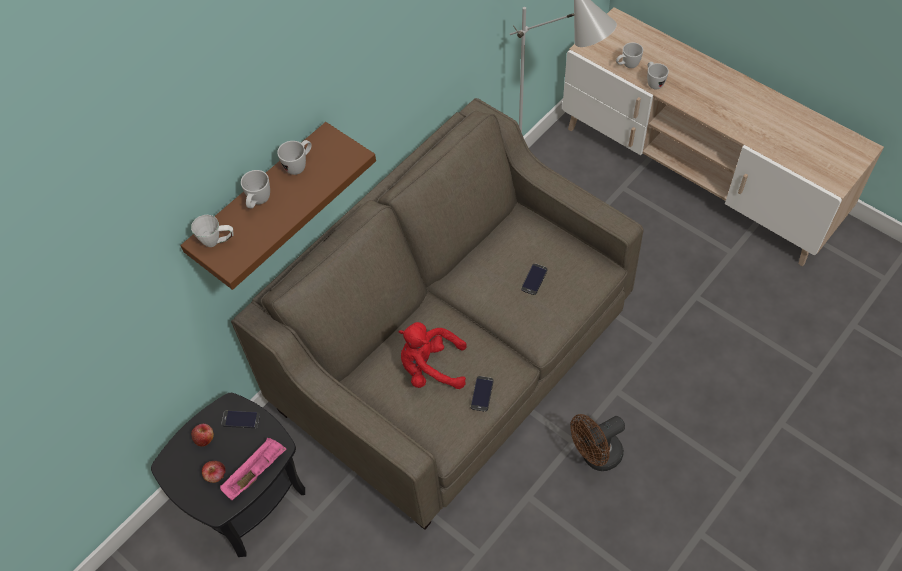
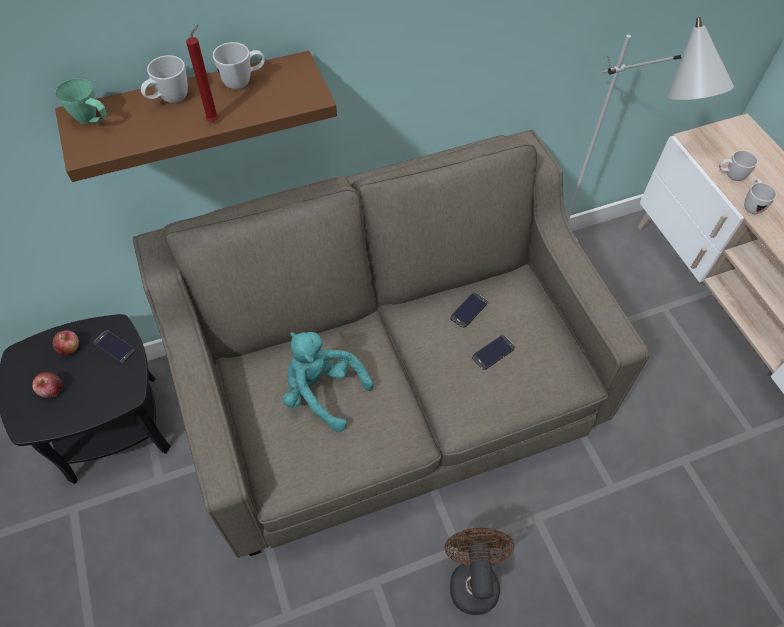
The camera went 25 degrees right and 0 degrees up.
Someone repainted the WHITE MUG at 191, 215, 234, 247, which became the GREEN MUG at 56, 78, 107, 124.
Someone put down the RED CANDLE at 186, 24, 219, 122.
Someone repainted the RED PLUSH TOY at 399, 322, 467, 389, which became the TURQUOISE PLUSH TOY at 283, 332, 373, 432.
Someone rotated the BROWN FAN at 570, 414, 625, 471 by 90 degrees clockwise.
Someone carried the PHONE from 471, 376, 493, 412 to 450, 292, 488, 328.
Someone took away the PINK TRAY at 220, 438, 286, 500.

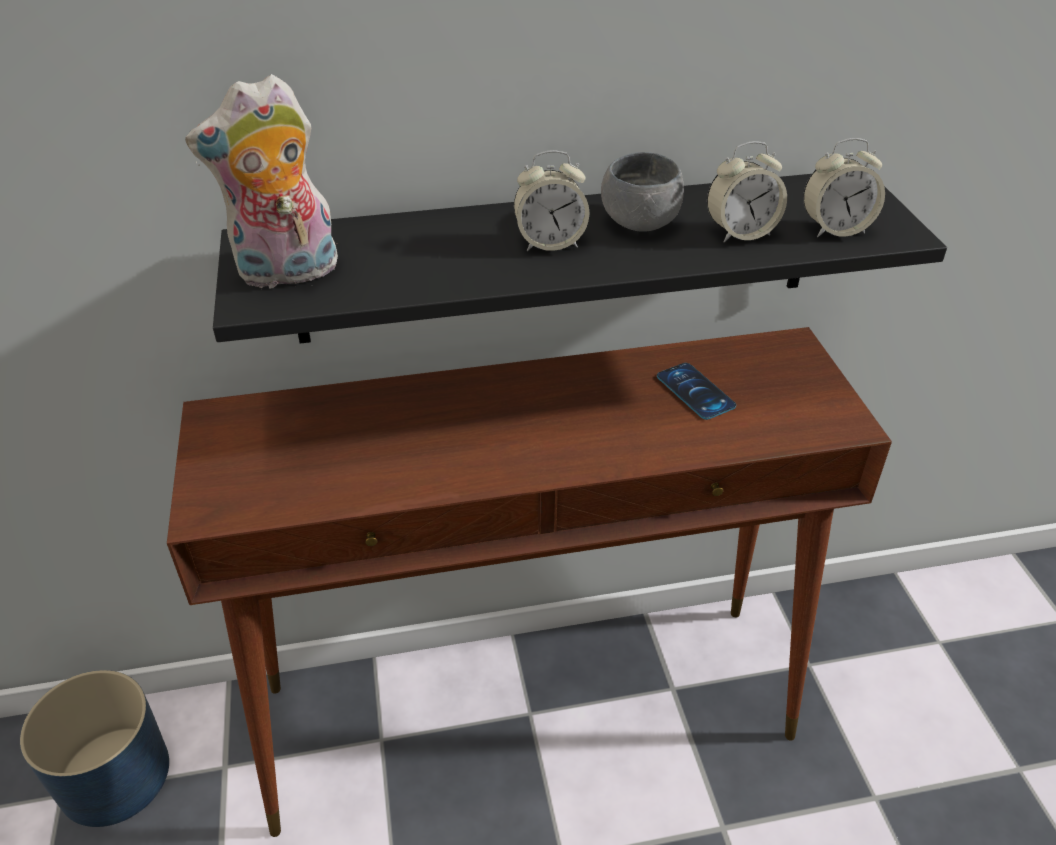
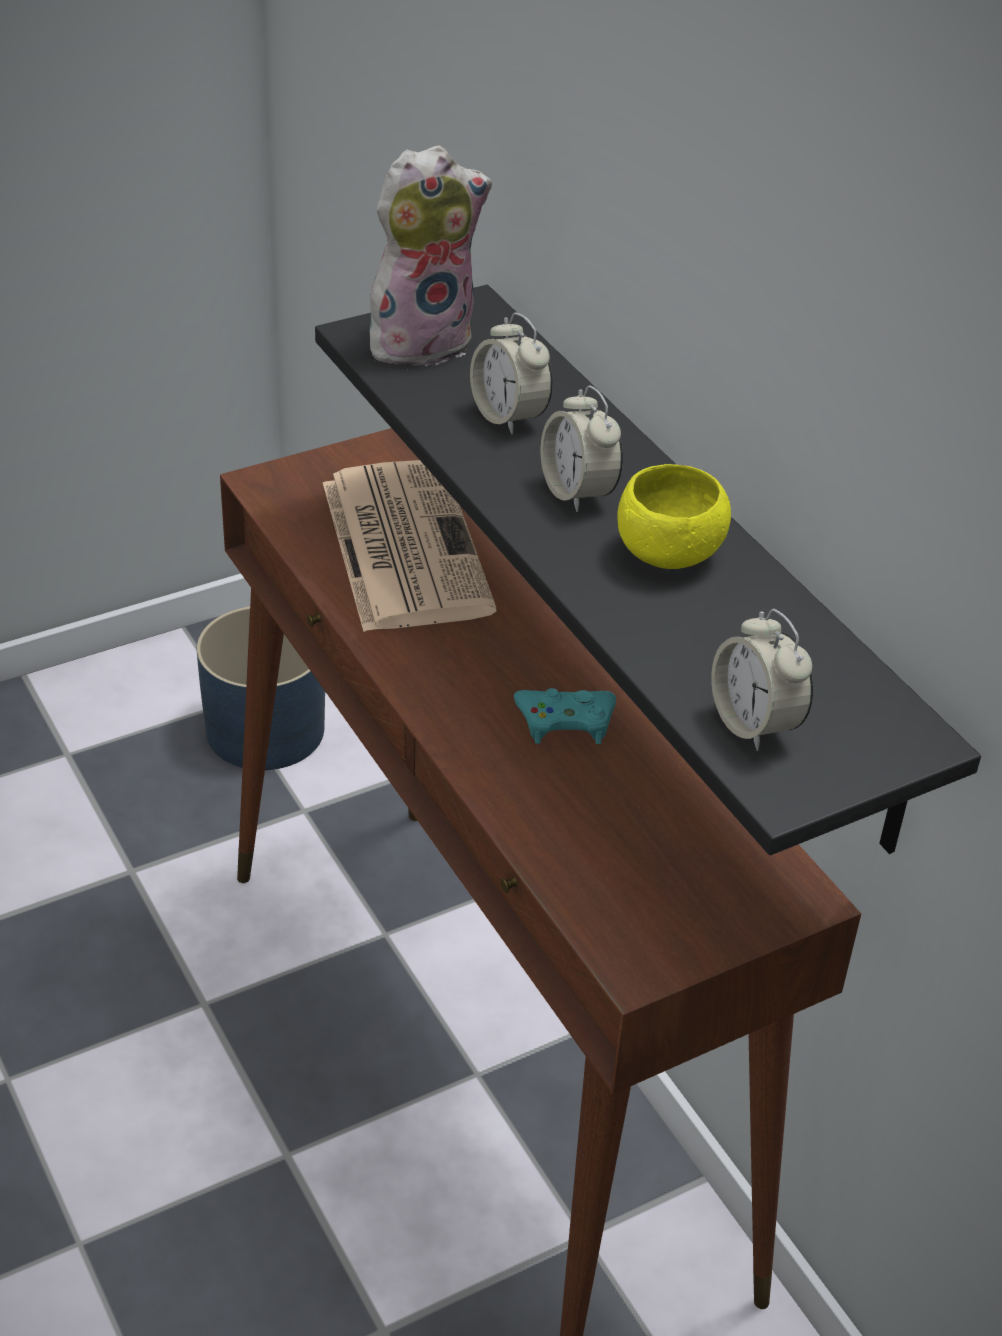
The camera went 70 degrees right and 0 degrees up.
Someone put down the NEWSPAPER at 323, 460, 497, 632.
Someone rotated the PLUSH TOY at 185, 74, 338, 290 by 105 degrees clockwise.
Someone carried the ALARM CLOCK from 707, 141, 787, 243 to 470, 312, 553, 434.
Someone put down the TURQUOISE GAME CONTROLLER at 514, 688, 616, 744.
Someone repainted the GREY BOWL at 601, 152, 684, 232, which became the YELLOW BOWL at 617, 464, 731, 569.
Someone took away the PHONE at 657, 363, 736, 420.

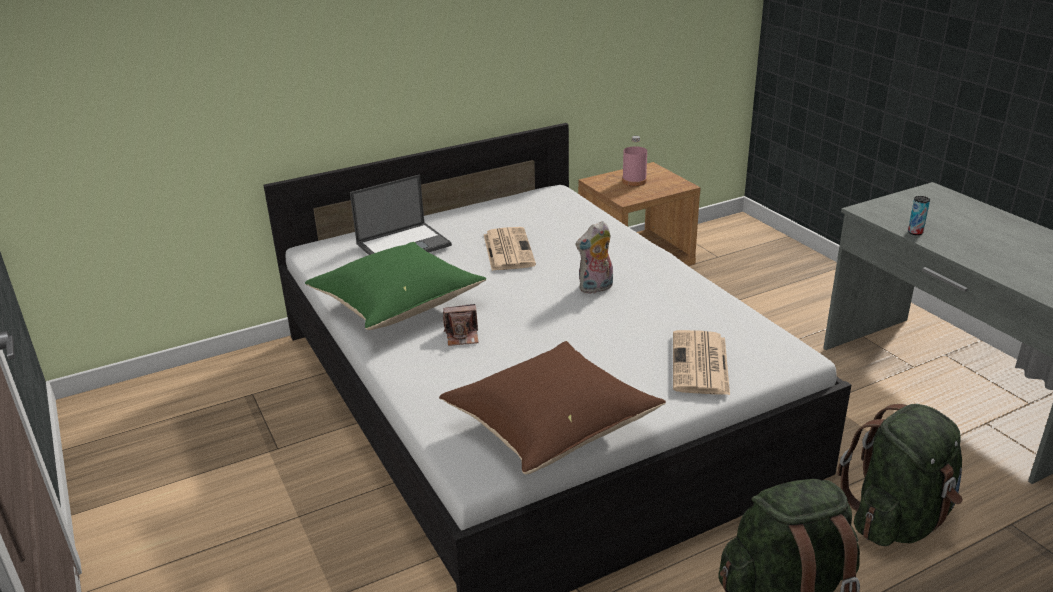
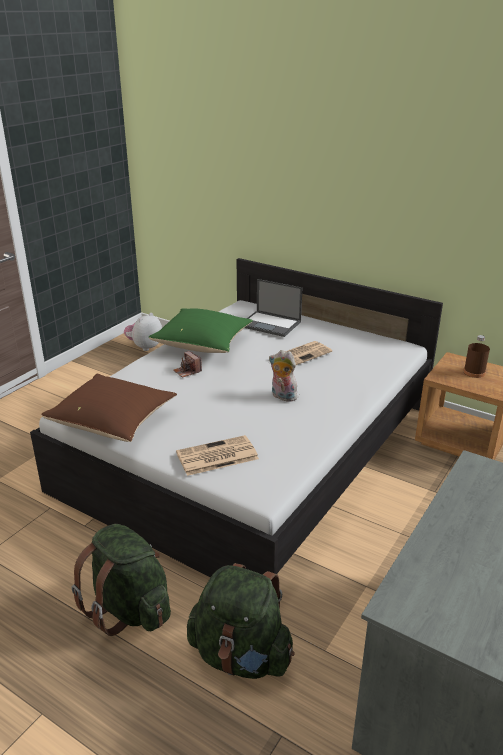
The camera went 60 degrees right and 0 degrees up.
Someone put down the PLUSH TOY at 124, 313, 162, 351.
Someone repainted the PINK BOTTLE at 622, 136, 647, 186, which became the BROWN BOTTLE at 464, 335, 490, 378.
Someone took away the CAN at 908, 196, 930, 235.

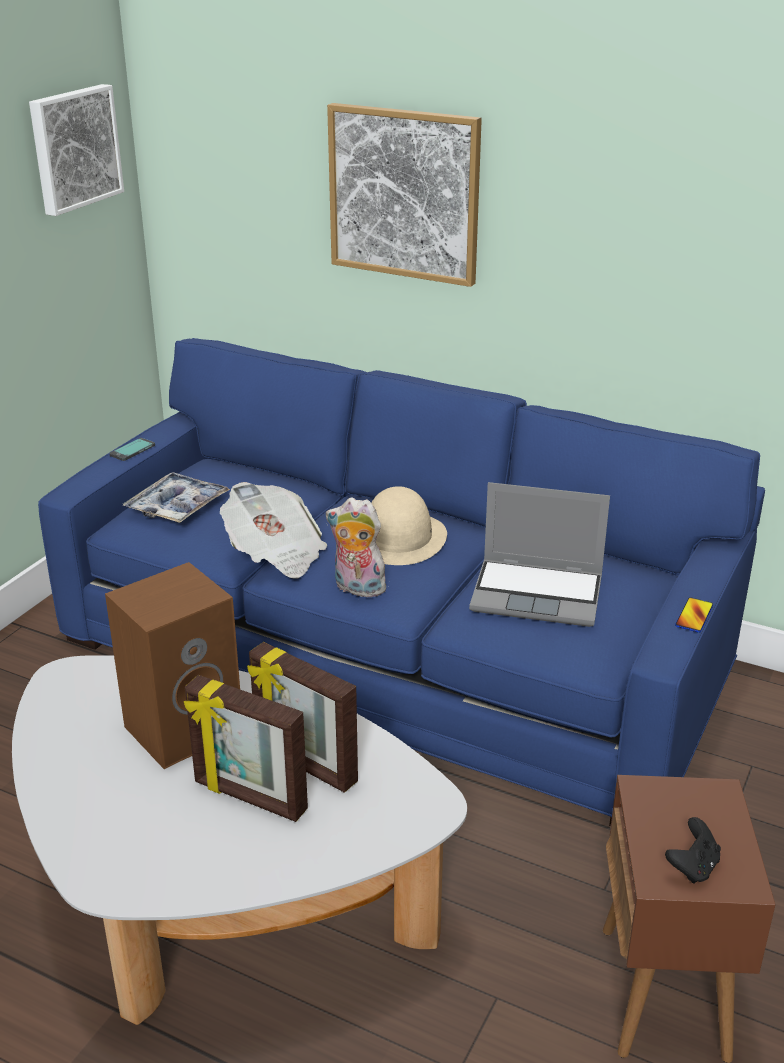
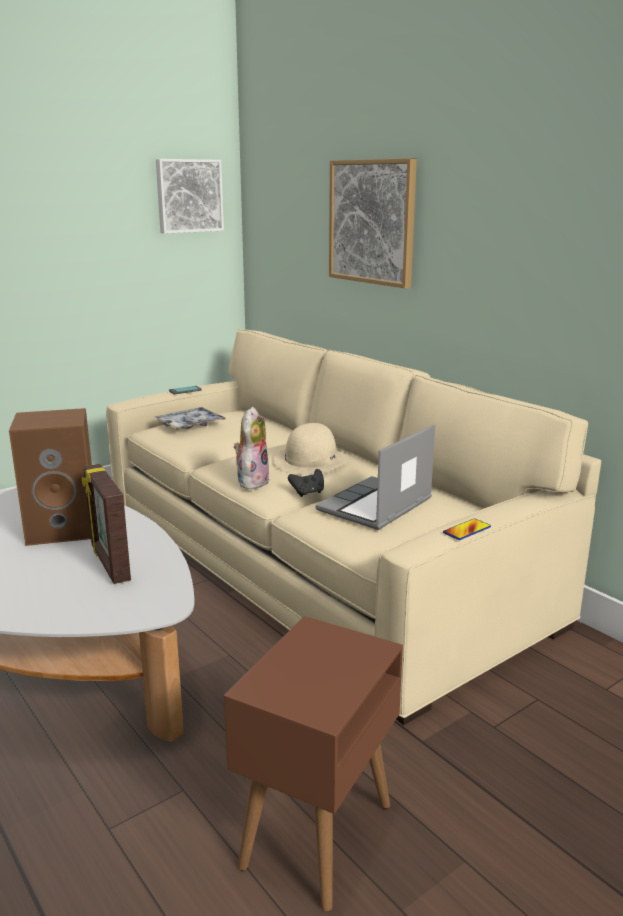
The camera went 25 degrees right and 10 degrees down.
Someone repainted the BLUE SOFA at 38, 338, 765, 826, which became the BEIGE SOFA at 106, 329, 601, 725.
Someone rotated the PLUSH TOY at 326, 498, 389, 597 by 60 degrees clockwise.
Someone carried the BLACK GAME CONTROLLER from 665, 817, 721, 884 to 288, 469, 324, 497.
Someone rotated the LAPTOP at 469, 482, 610, 627 by 90 degrees clockwise.
Someone took away the PICTURE FRAME at 184, 675, 308, 822.
Someone took away the NEWSPAPER at 220, 482, 327, 578.

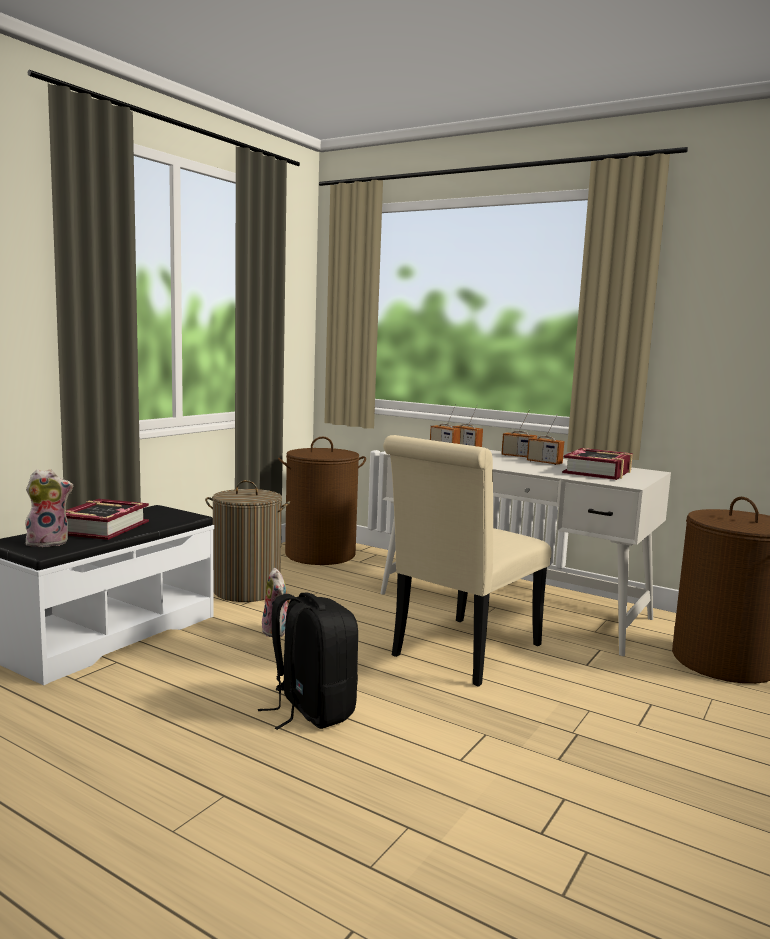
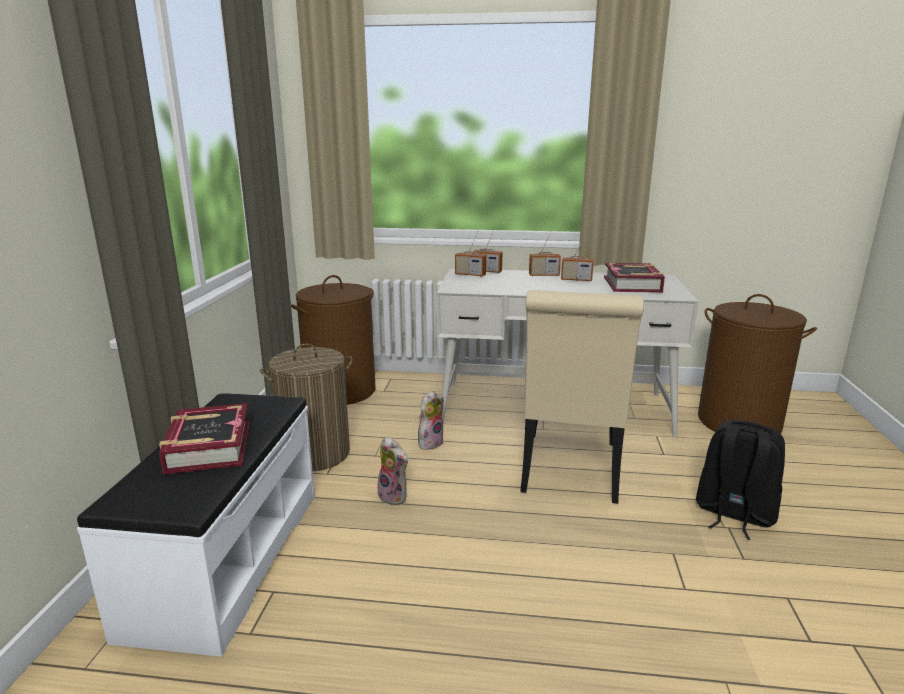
The camera went 25 degrees left and 10 degrees up.
Someone carried the PLUSH TOY from 25, 469, 73, 547 to 418, 391, 444, 451.
Someone carried the BLACK BACKPACK from 258, 592, 358, 730 to 696, 420, 785, 540.

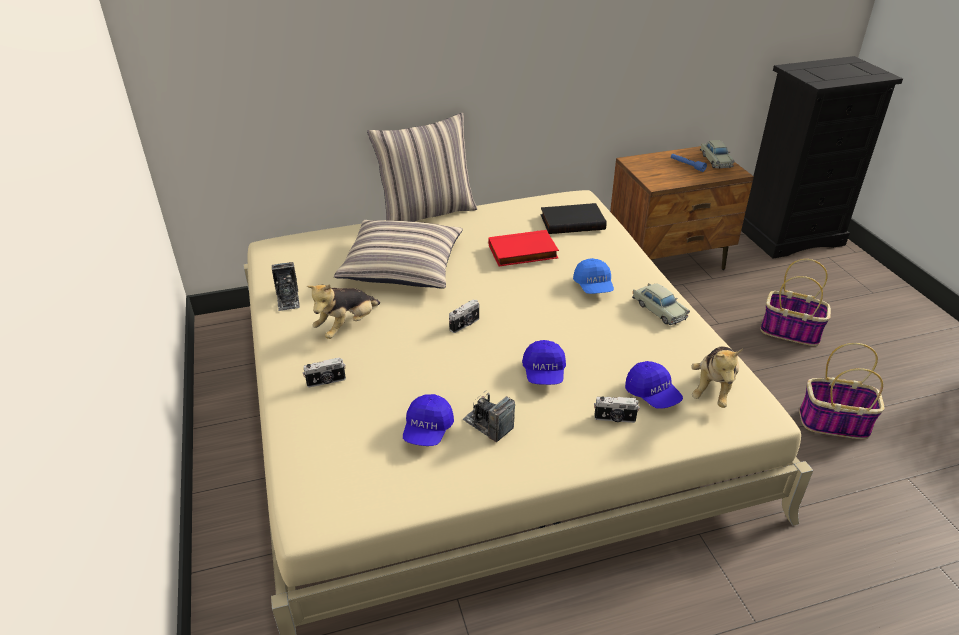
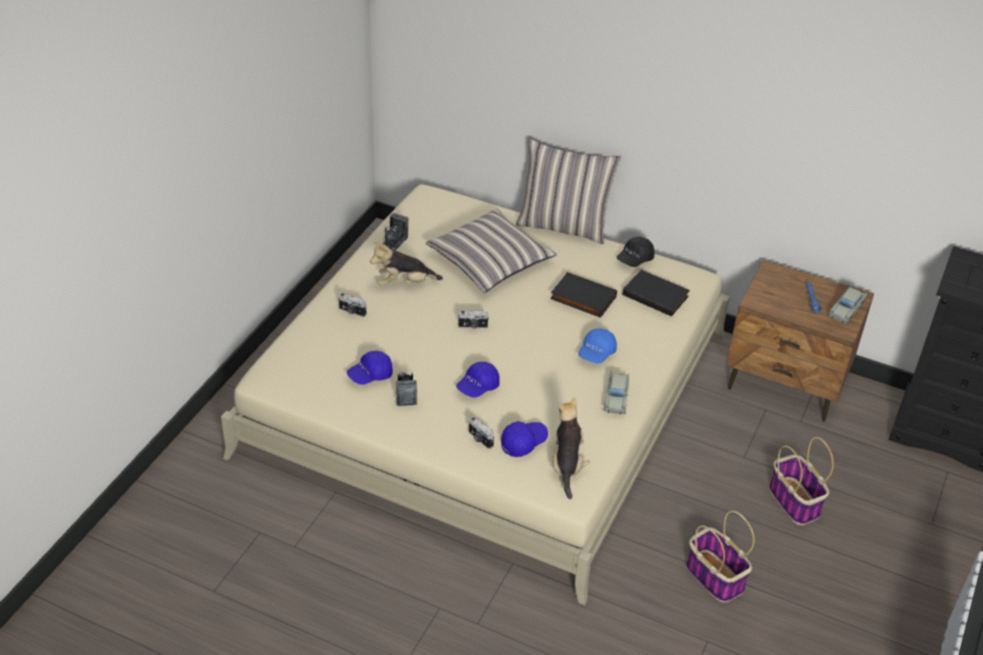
The camera went 40 degrees right and 5 degrees up.
Someone rotated the BLUE CAP at 625, 361, 683, 409 by 135 degrees counterclockwise.
Someone repainted the RED BOOK at 488, 230, 559, 266, which became the BLACK BOOK at 550, 272, 617, 318.
Someone rotated the PLUSH TOY at 691, 346, 743, 408 by 120 degrees clockwise.
Someone put down the BLACK CAP at 617, 237, 654, 267.

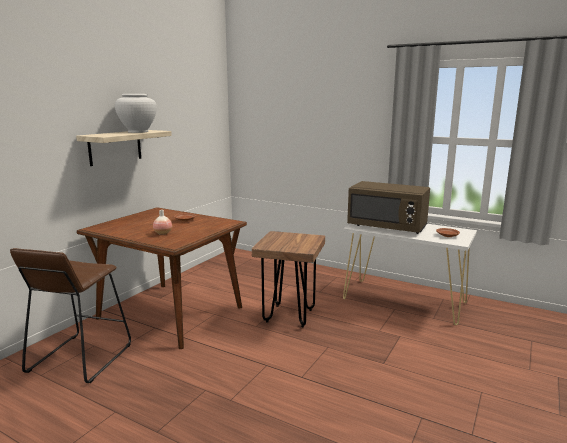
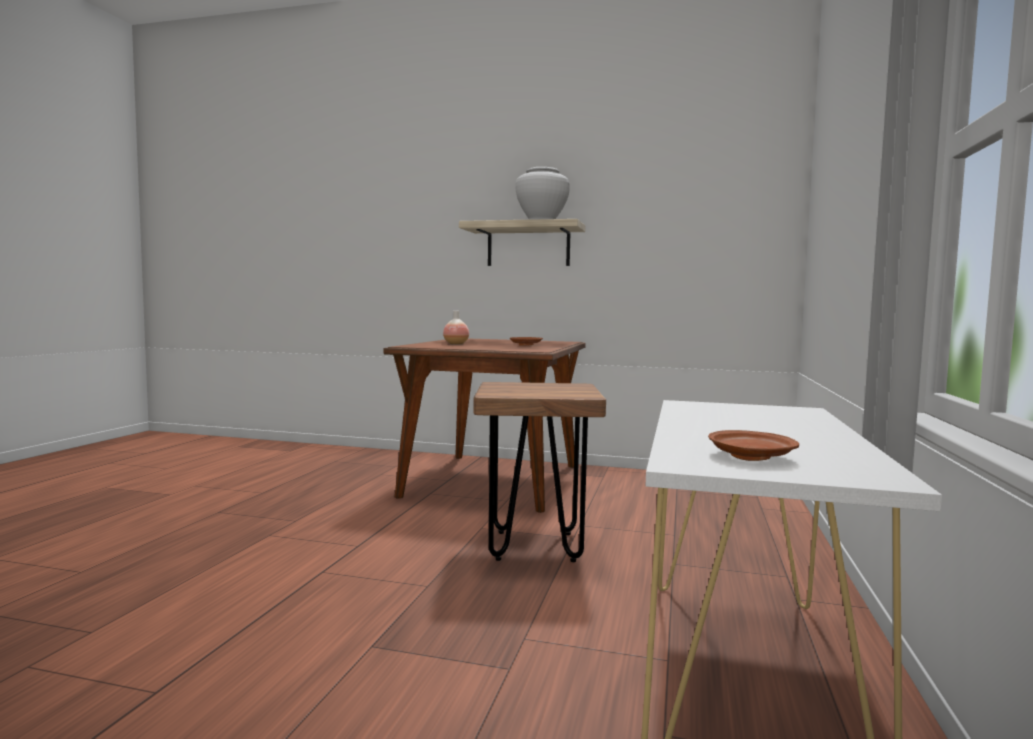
The camera went 75 degrees right and 10 degrees down.
Someone took away the BROWN STOOL at 10, 248, 131, 383.
Someone took away the BROWN MICROWAVE at 347, 181, 430, 234.

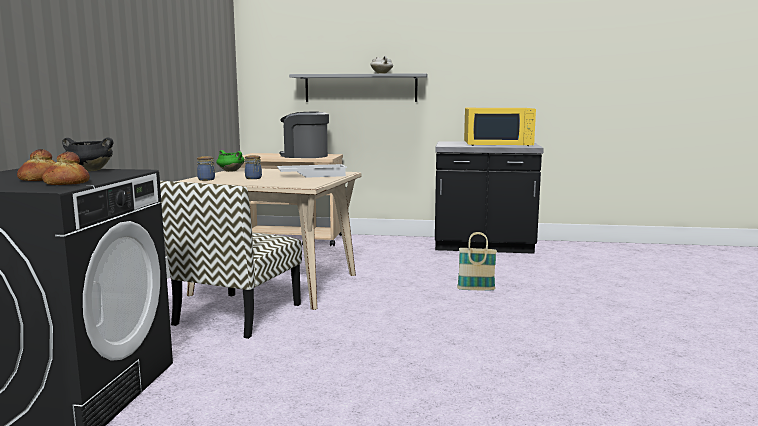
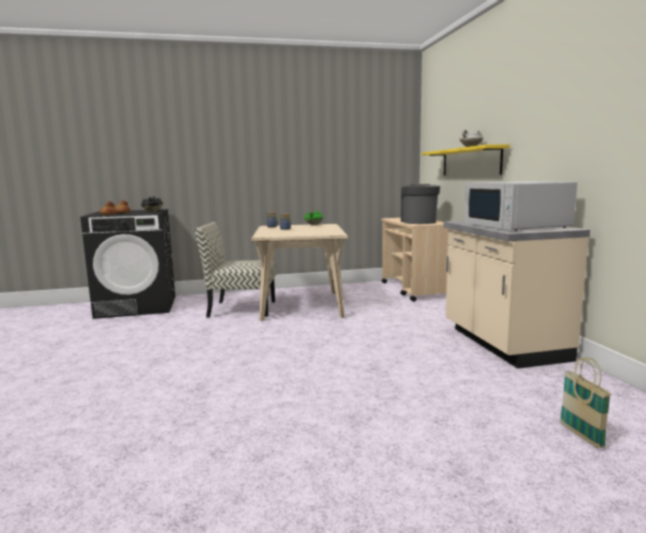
The camera went 70 degrees right and 0 degrees up.
Someone repainted the GREY SHELF at 289, 73, 428, 102, which became the YELLOW SHELF at 422, 144, 510, 175.
Someone repainted the BLACK COUNTER at 435, 141, 544, 254, which became the BEIGE COUNTER at 443, 221, 590, 369.
Someone repainted the YELLOW MICROWAVE at 464, 108, 536, 146, which became the WHITE MICROWAVE at 464, 181, 577, 231.
Someone carried the BASKET from 457, 232, 497, 290 to 560, 357, 612, 449.
Someone took away the WHITE TRAY at 277, 164, 347, 178.

